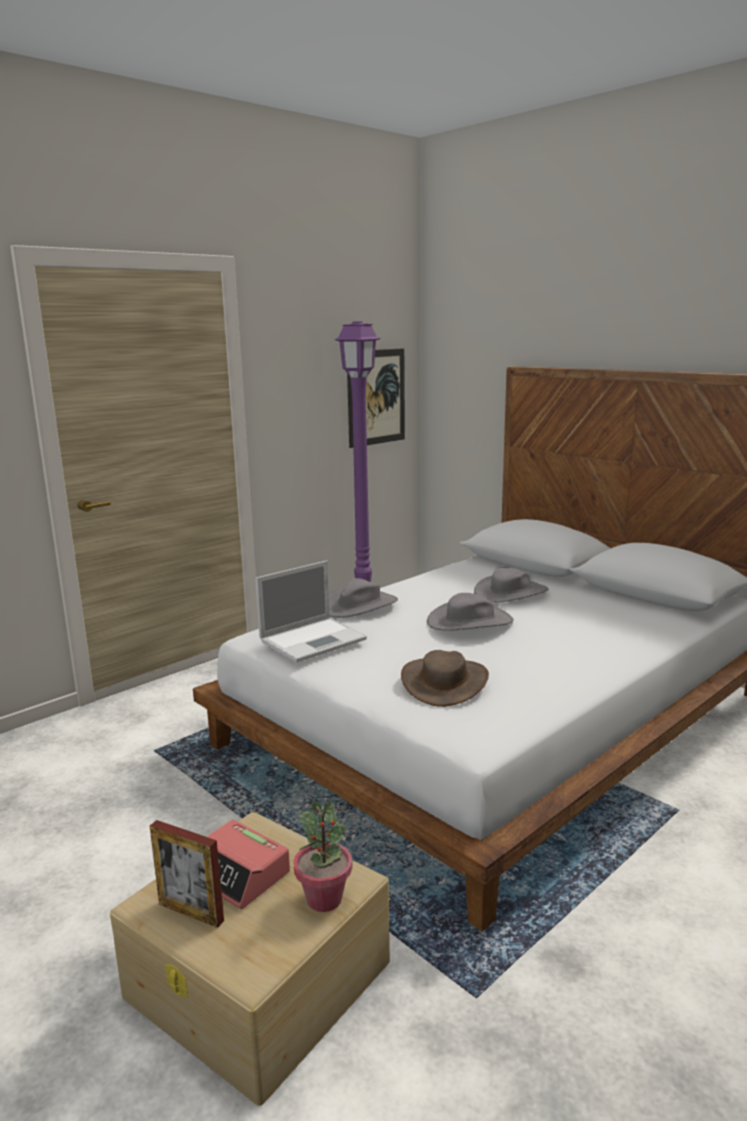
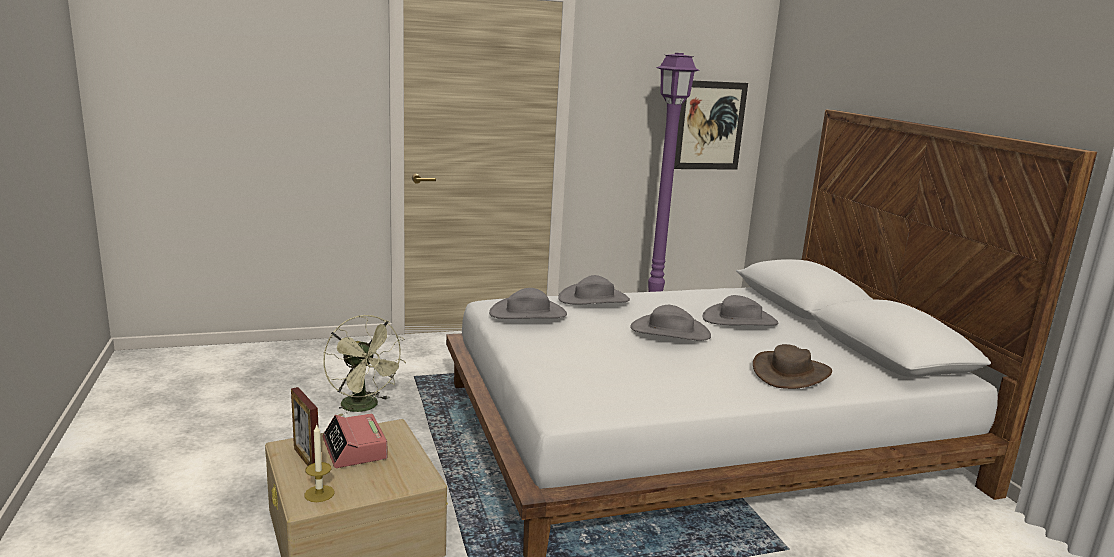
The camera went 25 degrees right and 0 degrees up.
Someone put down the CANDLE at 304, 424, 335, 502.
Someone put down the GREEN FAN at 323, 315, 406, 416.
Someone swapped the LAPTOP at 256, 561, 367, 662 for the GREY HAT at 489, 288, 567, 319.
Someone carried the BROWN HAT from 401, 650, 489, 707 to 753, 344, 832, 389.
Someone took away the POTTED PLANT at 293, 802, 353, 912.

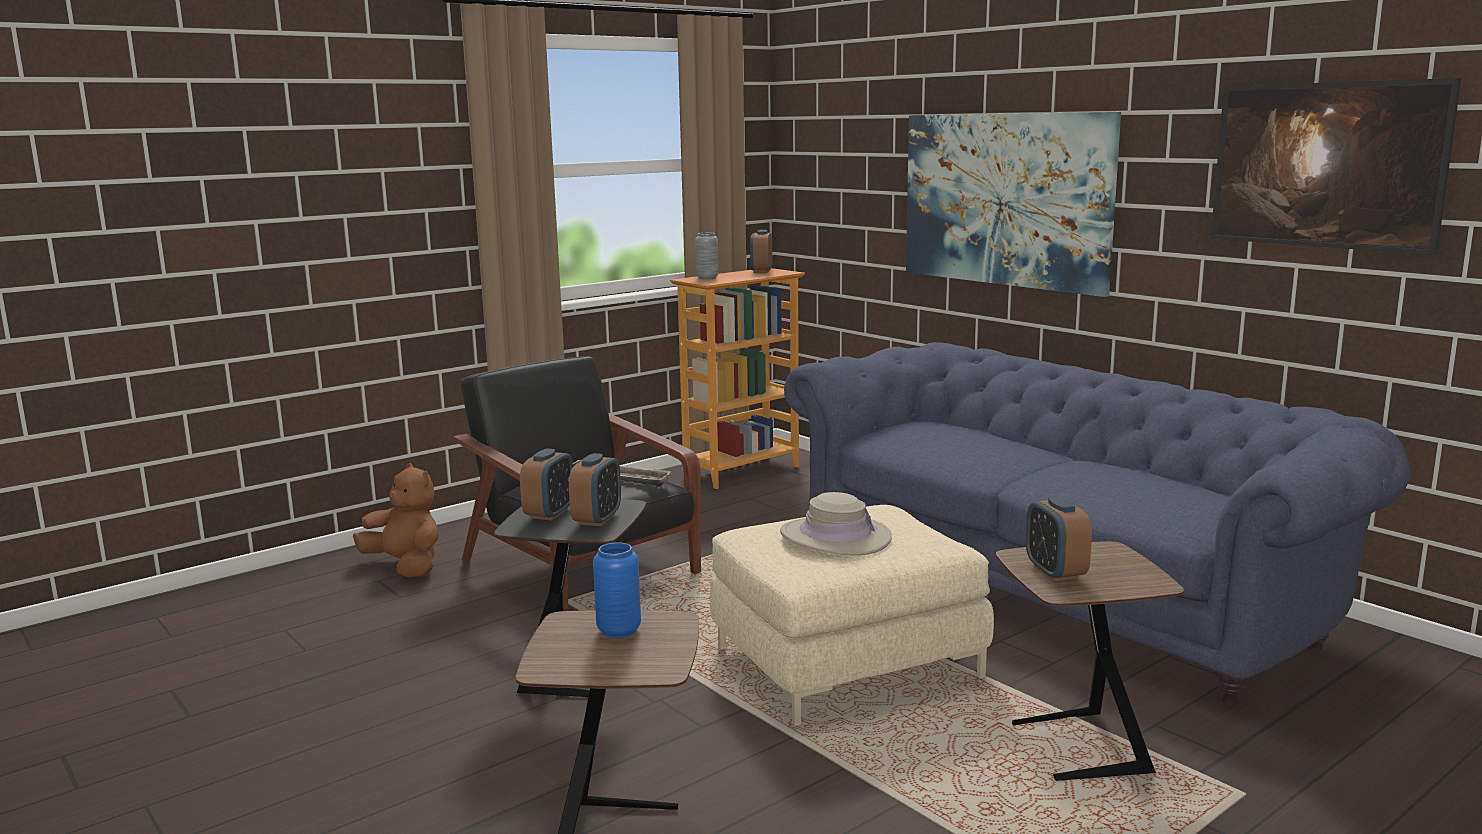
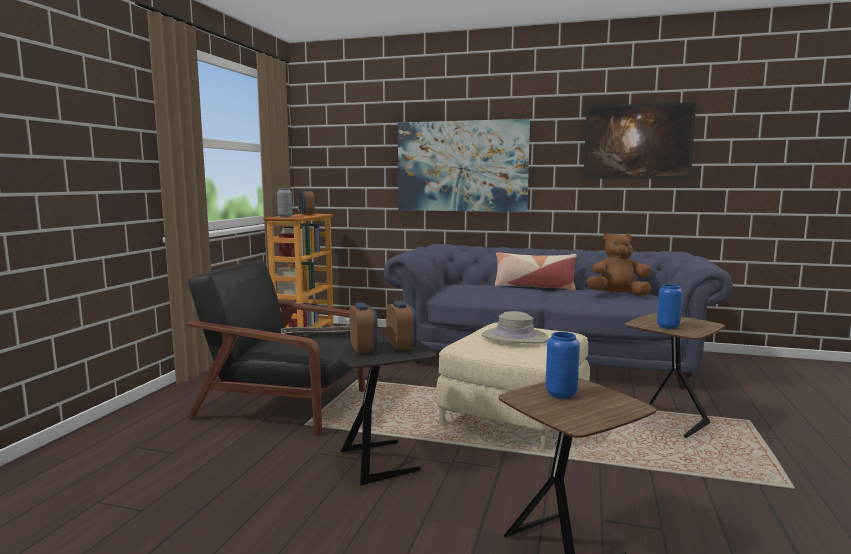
The camera went 35 degrees left and 5 degrees down.
Someone put down the PILLOW at 495, 252, 577, 291.
Someone carried the BROWN PLUSH TOY from 353, 463, 439, 577 to 587, 232, 651, 296.
Someone swapped the ALARM CLOCK at 1026, 496, 1092, 581 for the BLUE VASE at 657, 284, 682, 329.

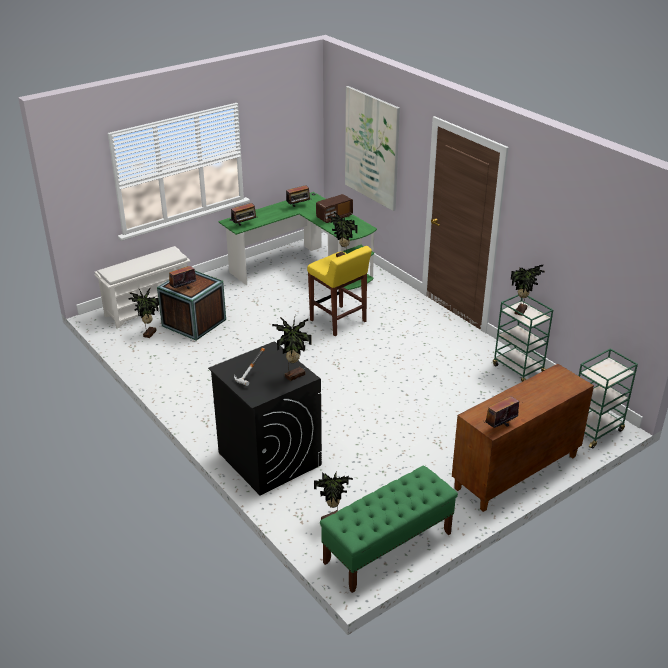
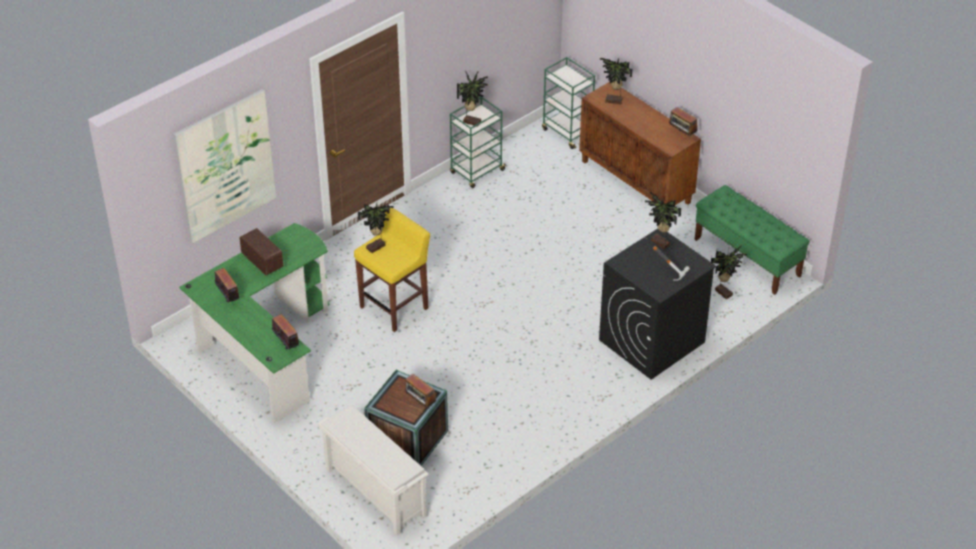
The camera went 95 degrees left and 10 degrees up.
Someone carried the POTTED PLANT from 128, 288, 159, 338 to 600, 58, 632, 104.

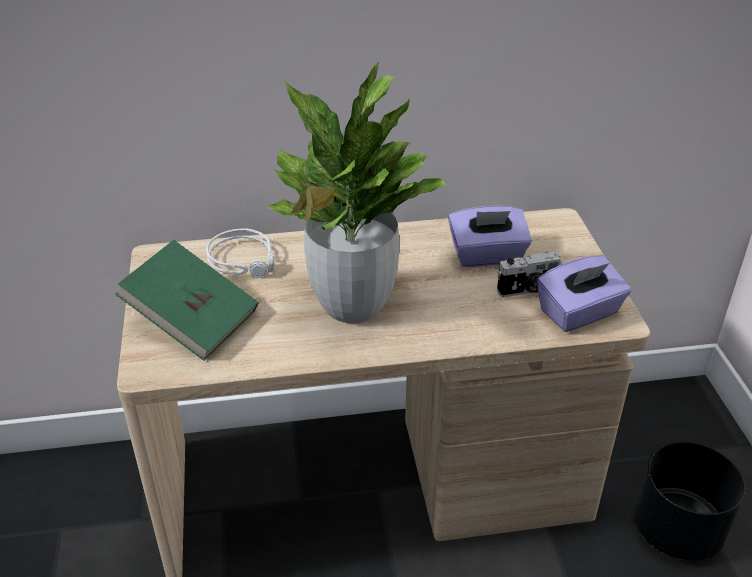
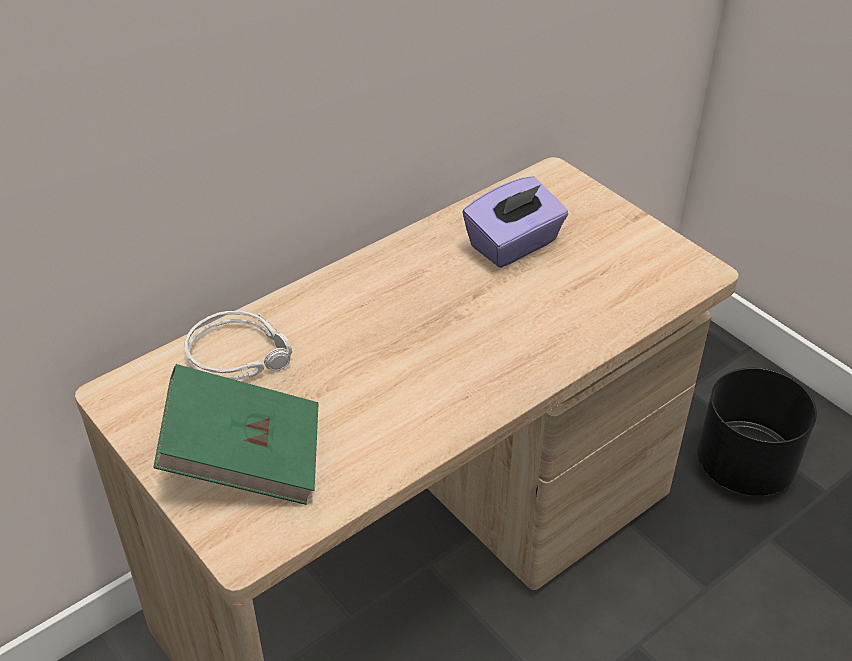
The camera went 30 degrees left and 5 degrees up.
Someone took away the POTTED PLANT at 263, 61, 446, 323.
Someone took away the PHOTO CAMERA at 497, 251, 562, 297.
Someone took away the PURPLE TISSUE BOX at 537, 256, 631, 332.

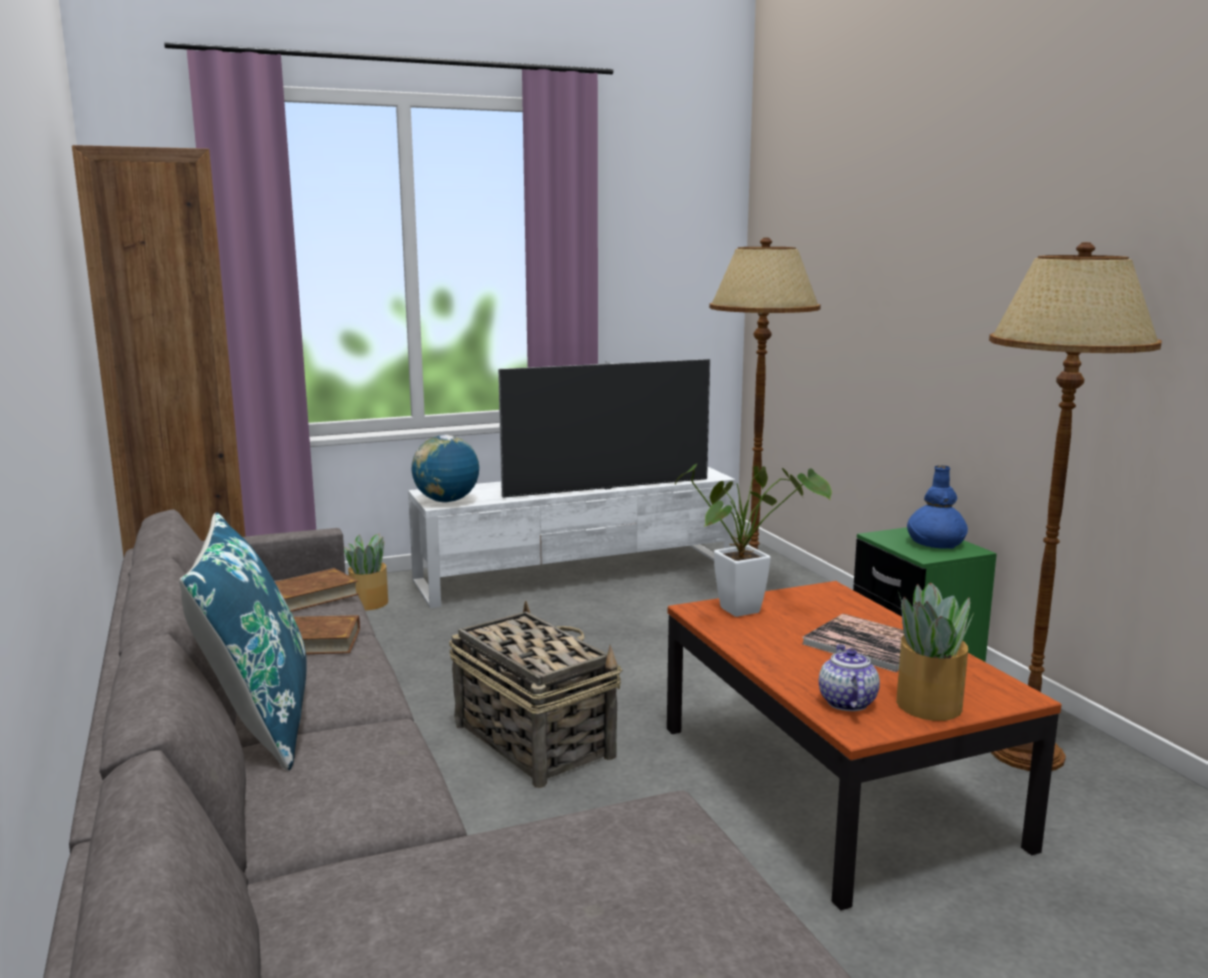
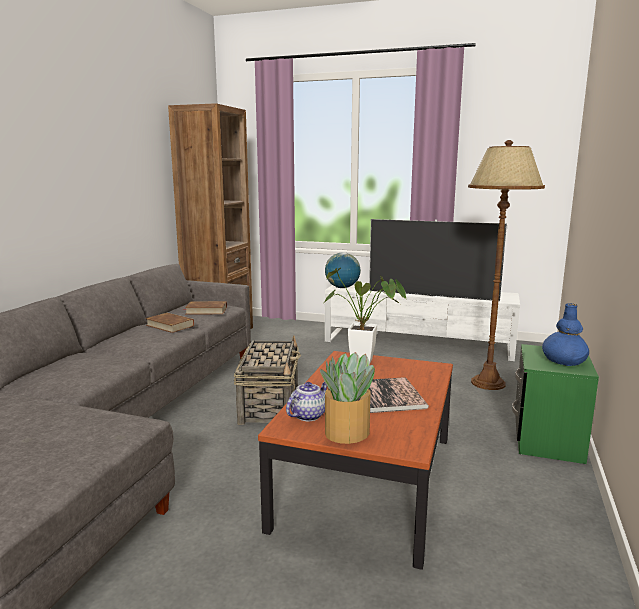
The camera went 40 degrees right and 0 degrees up.
Someone took away the BLUE PILLOW at 179, 512, 307, 771.
Someone took away the POTTED PLANT at 344, 533, 388, 610.
Someone took away the BROWN FLOOR LAMP at 989, 242, 1162, 771.

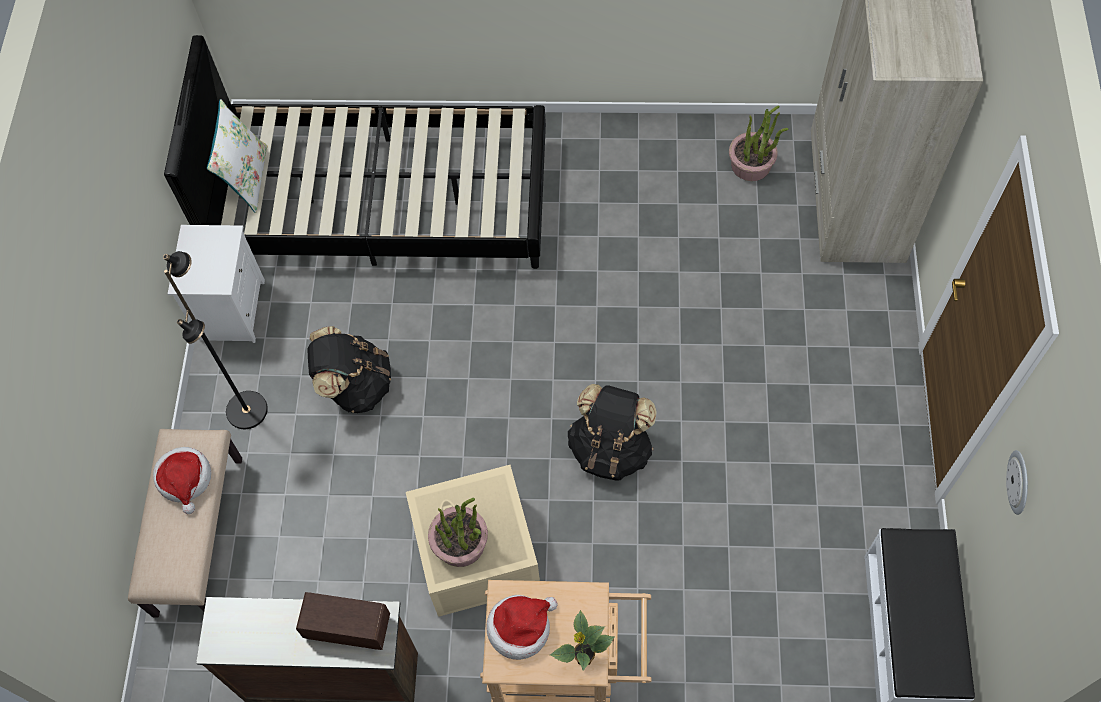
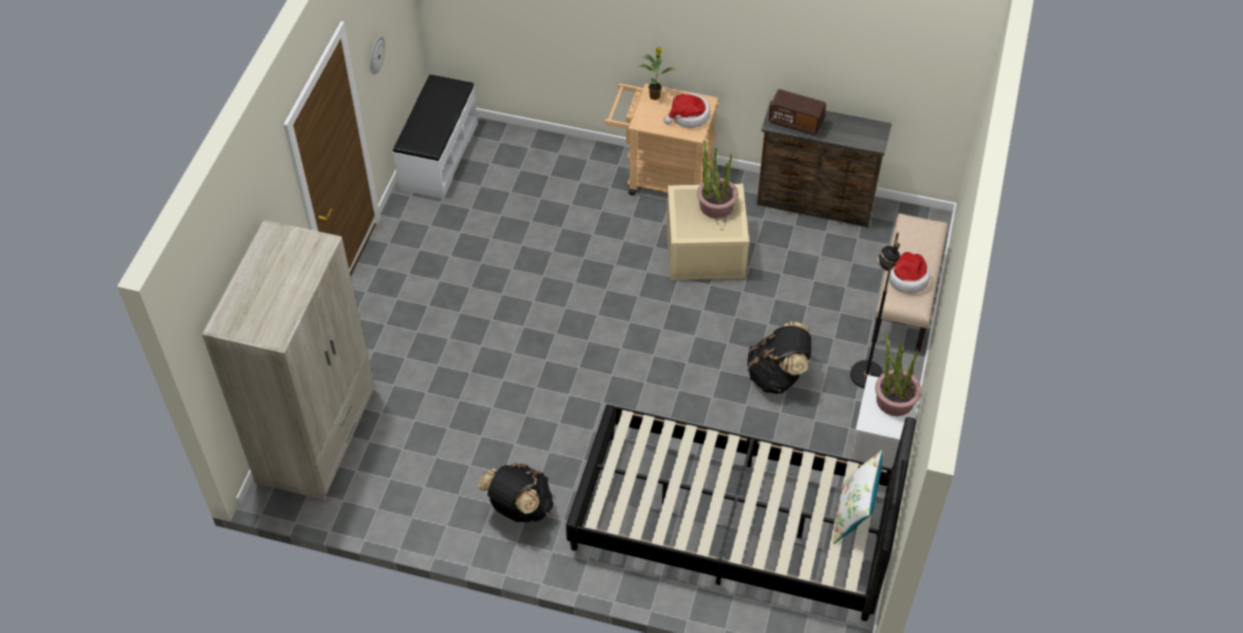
The camera went 170 degrees left and 10 degrees down.
Someone carried the BLACK BACKPACK from 568, 384, 657, 481 to 477, 463, 554, 522.
Someone carried the POTTED PLANT from 729, 105, 788, 181 to 875, 334, 921, 416.

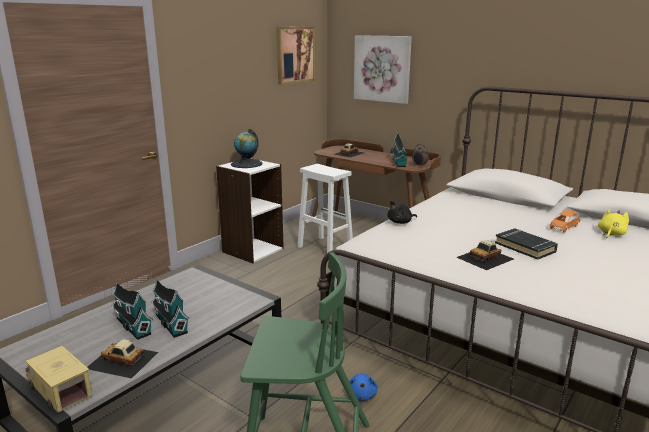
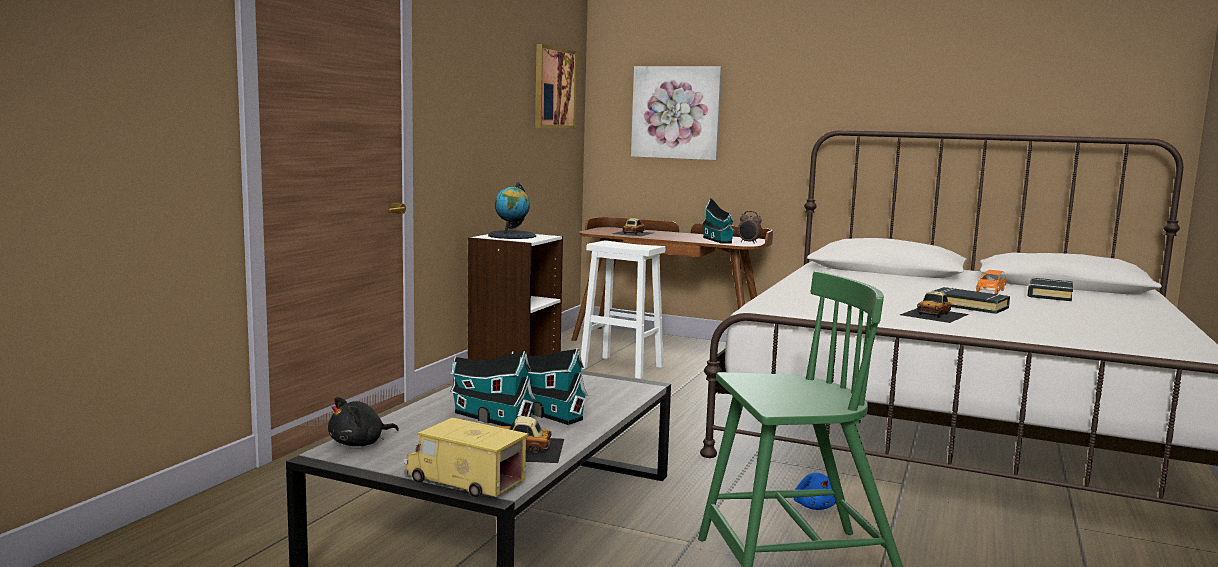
The camera went 15 degrees left and 10 degrees down.
Someone carried the BLACK PLUSH TOY from 387, 201, 417, 224 to 328, 397, 399, 446.
Someone swapped the YELLOW PLUSH TOY at 598, 209, 629, 238 for the BLACK BOOK at 1027, 278, 1073, 301.

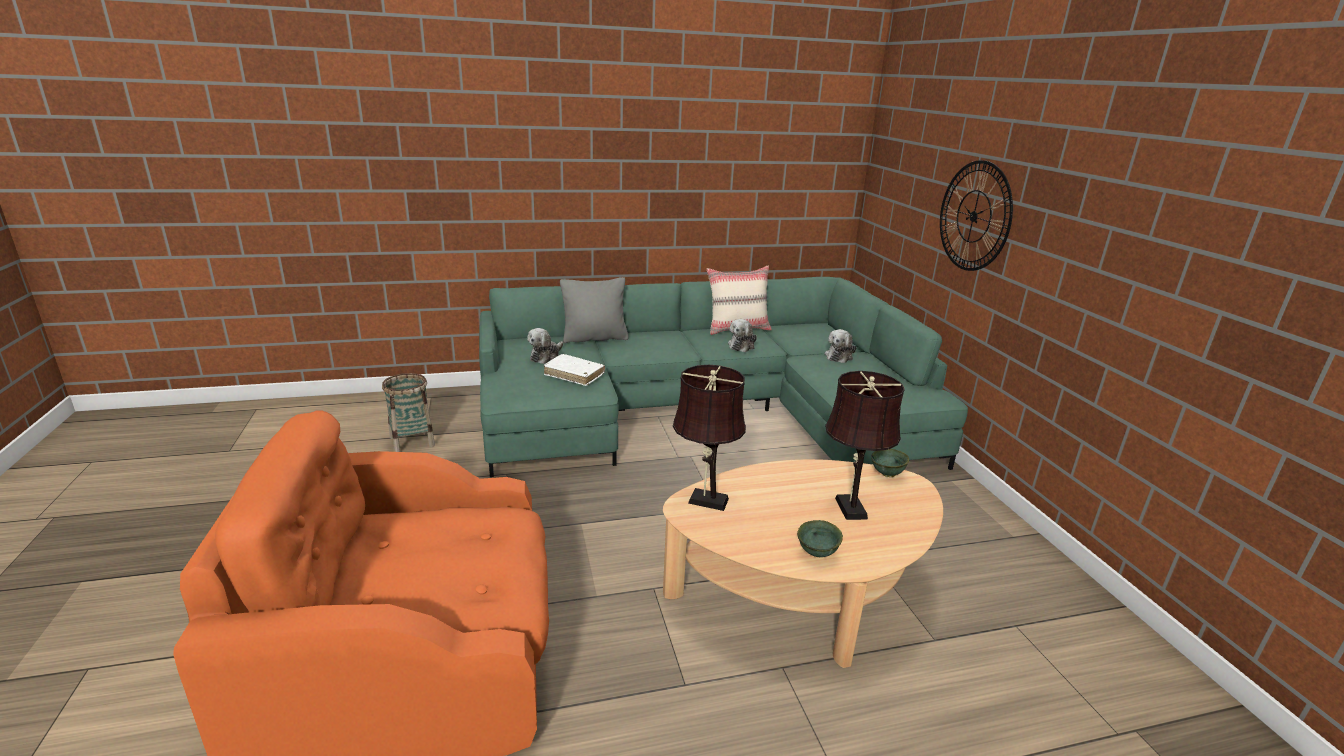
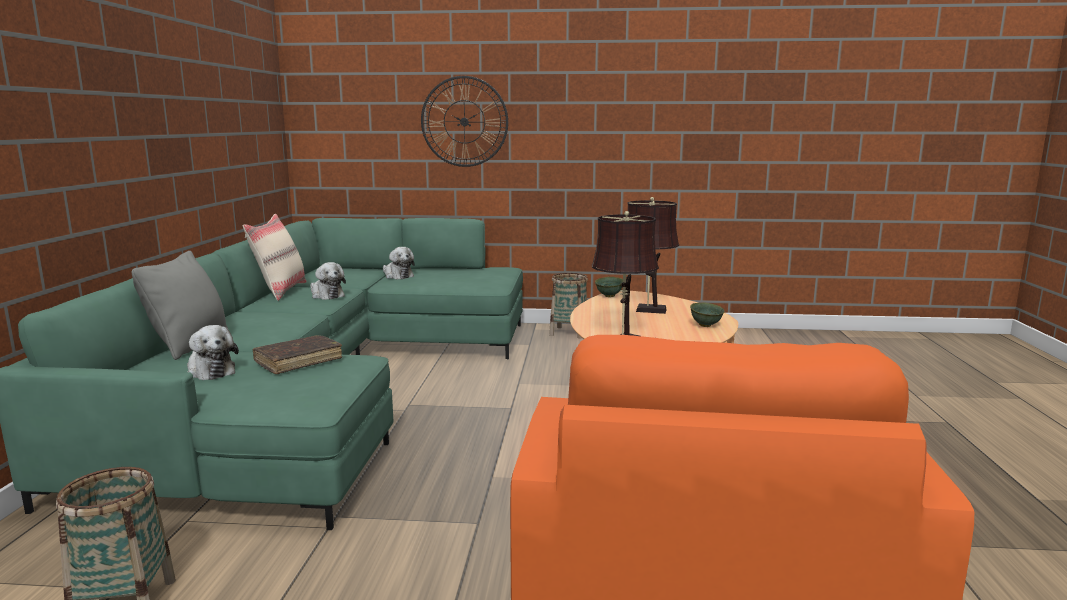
The camera went 70 degrees left and 10 degrees down.
Someone repainted the WHITE BOOK at 544, 354, 605, 386, which became the BROWN BOOK at 252, 335, 342, 374.
Someone put down the BASKET at 549, 273, 588, 338.

